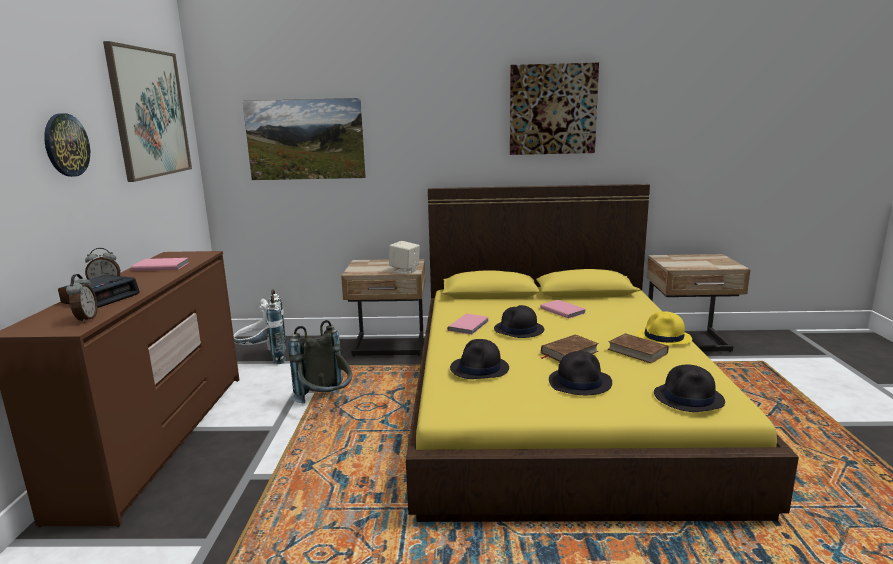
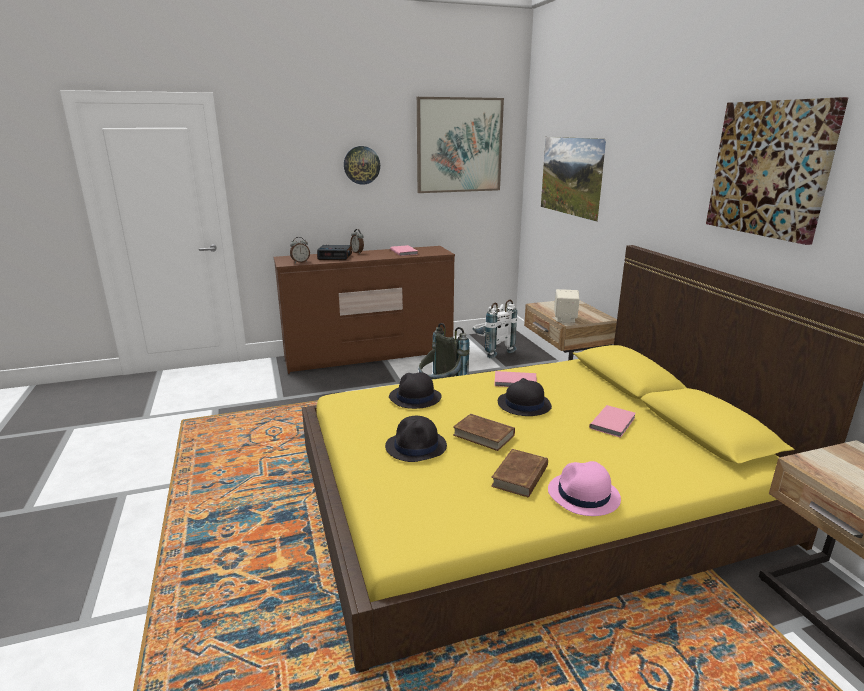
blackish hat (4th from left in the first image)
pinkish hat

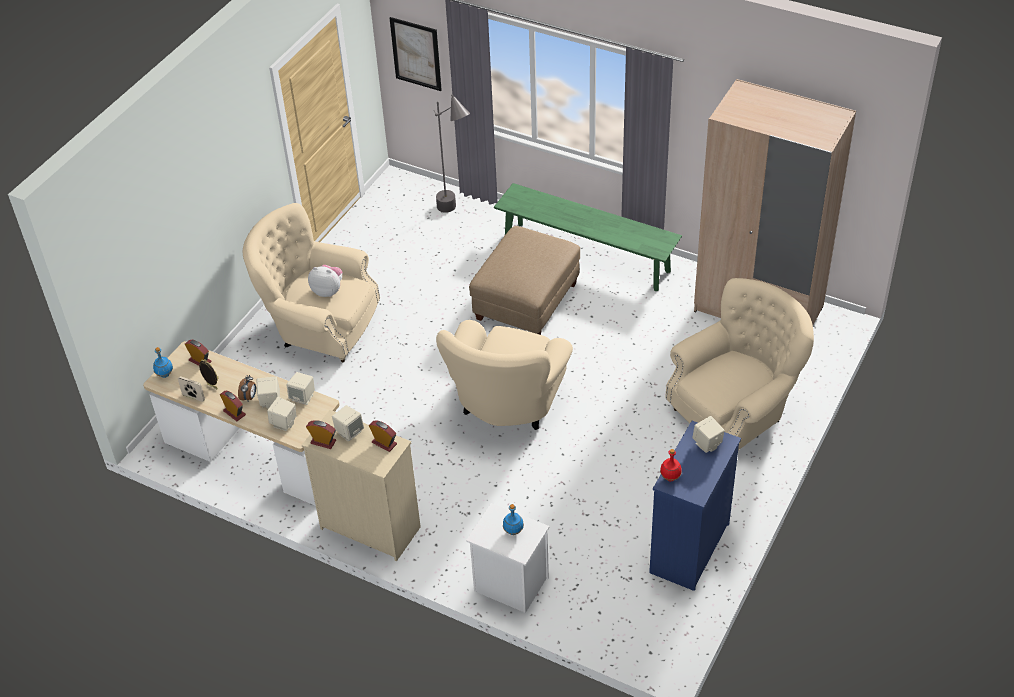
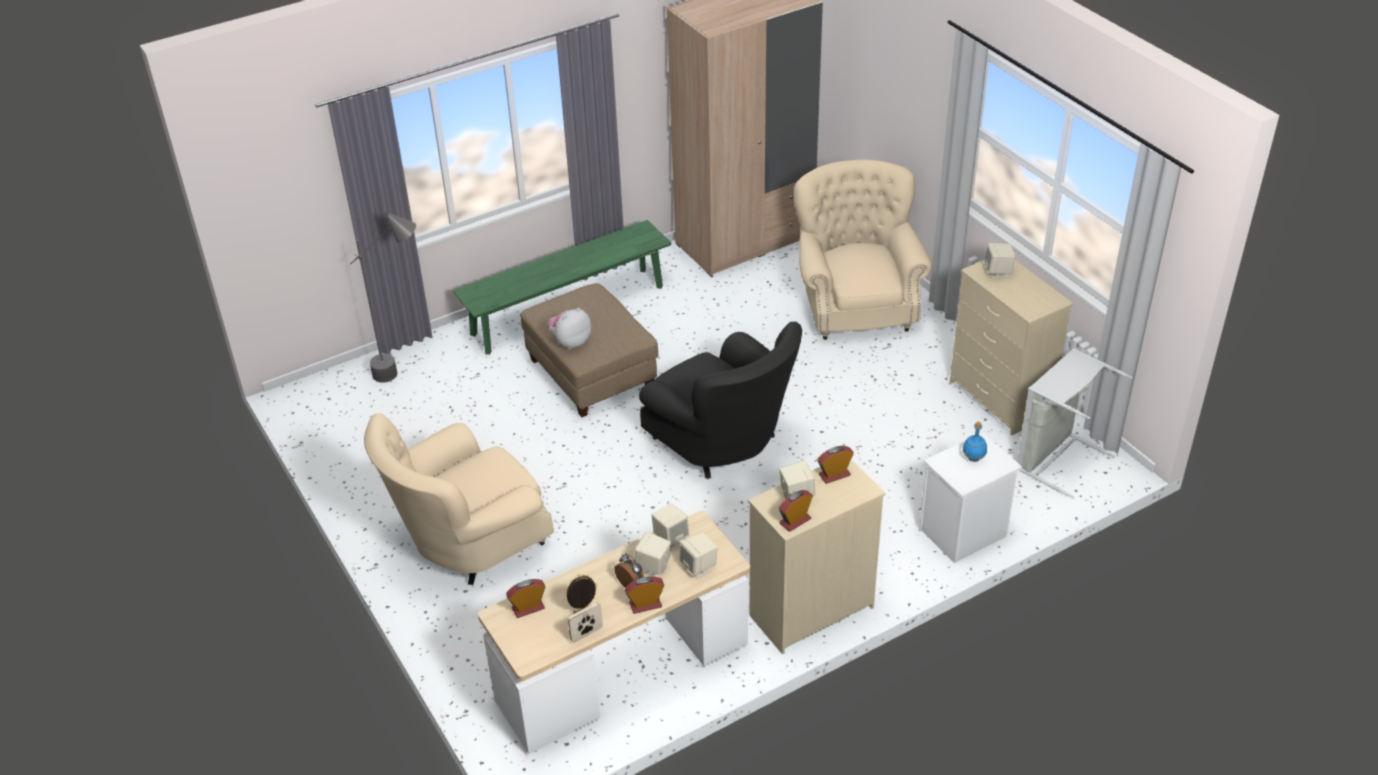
bluish bottle (1st from left in the first image)
picture
red bottle
greyish laundry basket
soft toy
blackish easy chair
beige chest of drawers (2nd from left)

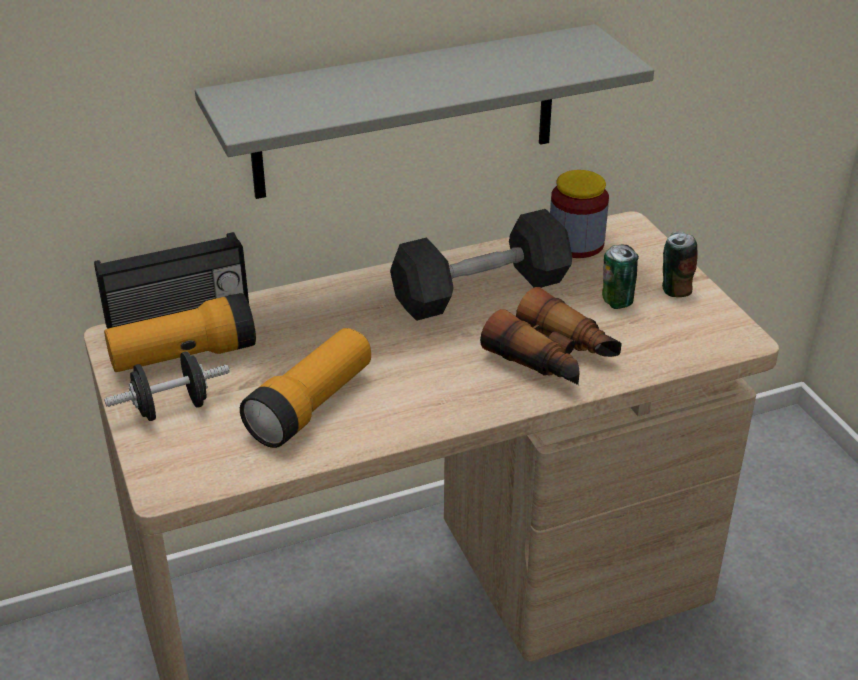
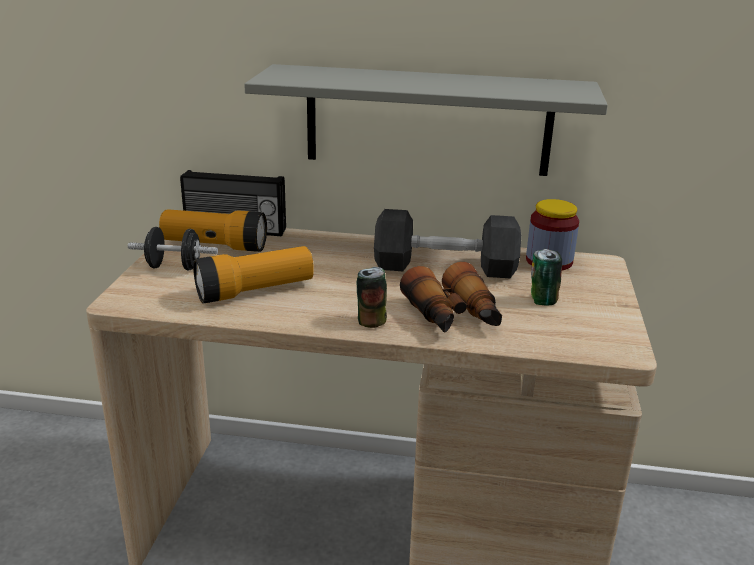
can (1st from left)

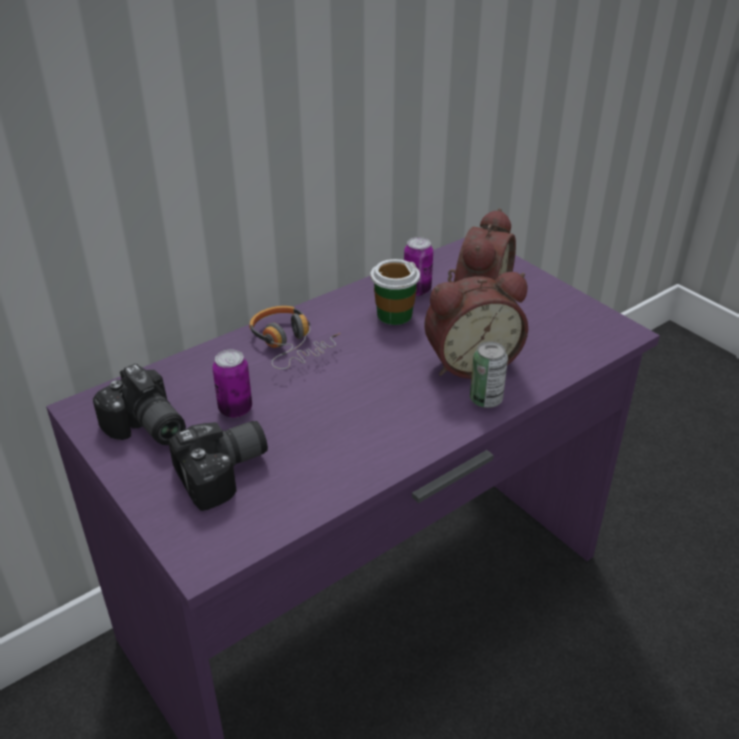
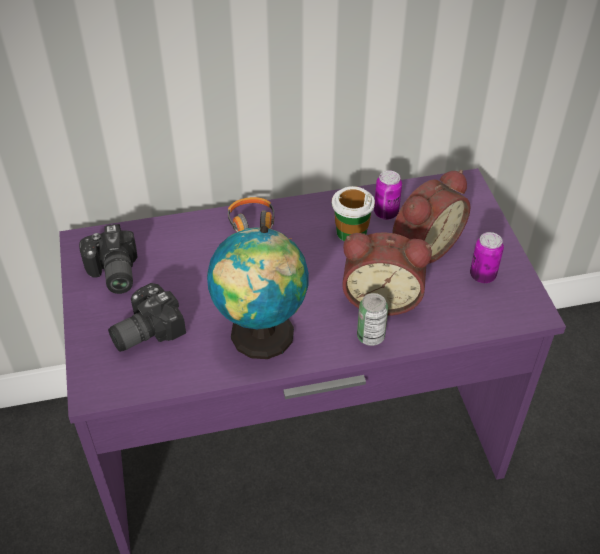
globe
can (3rd from left)
photo camera (2nd from left)

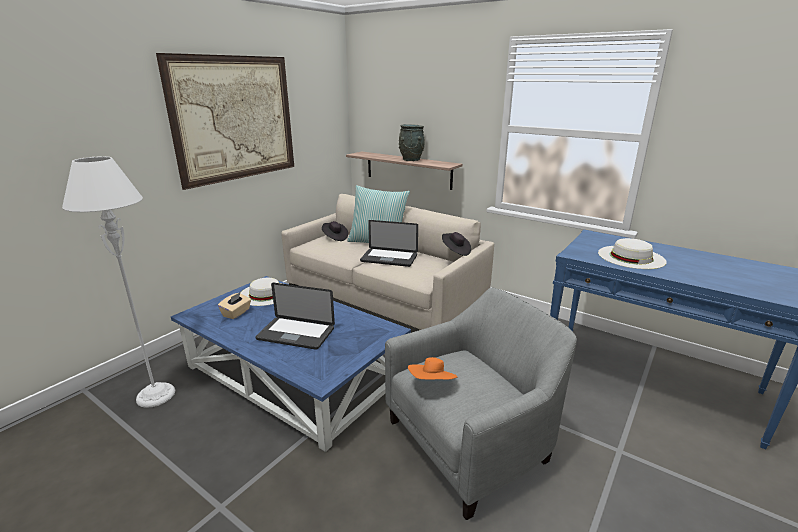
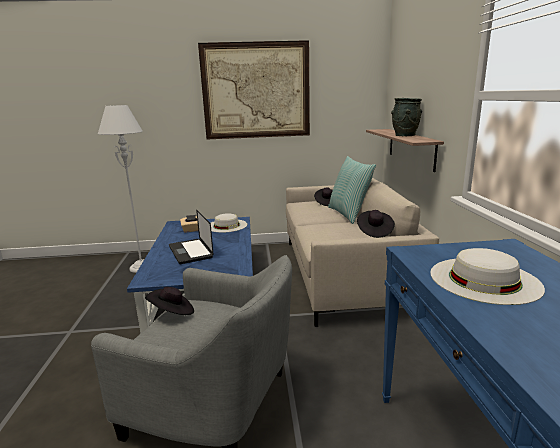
portable computer (2nd from left in the first image)
blackish hat (1st from left)

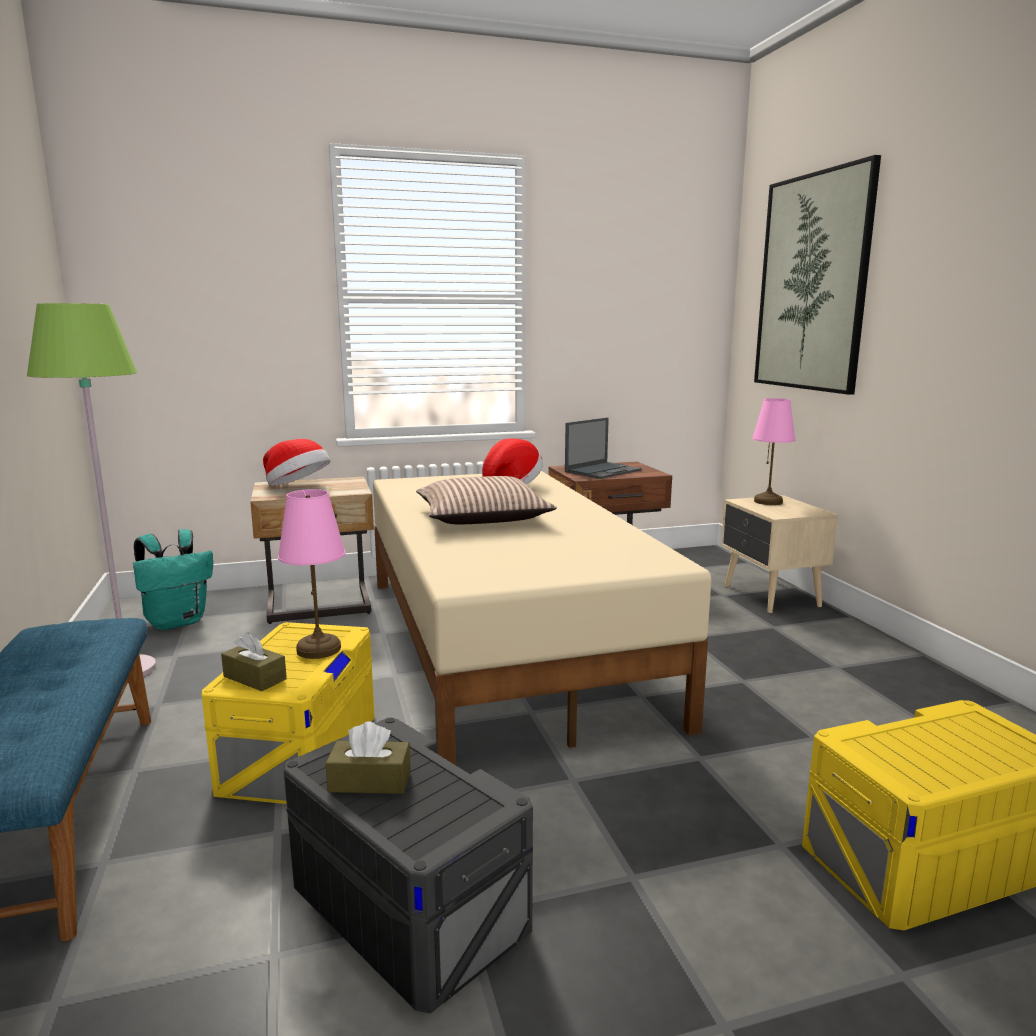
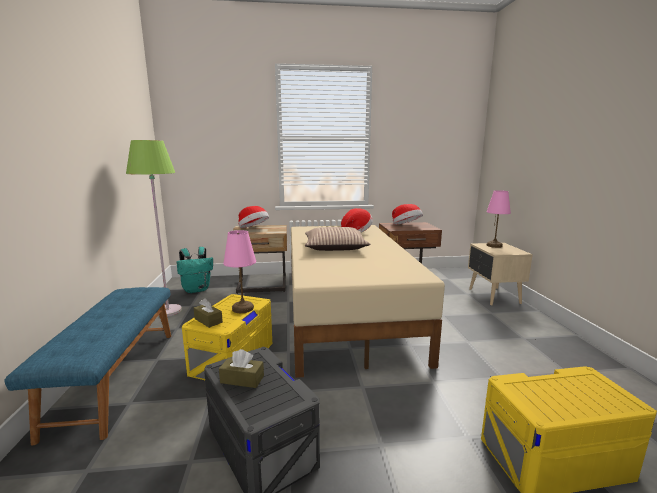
picture
hat (3rd from left)

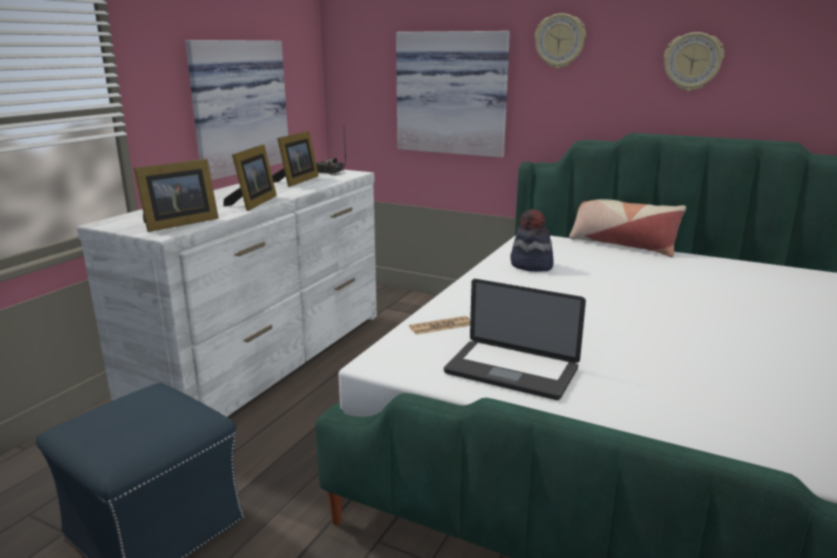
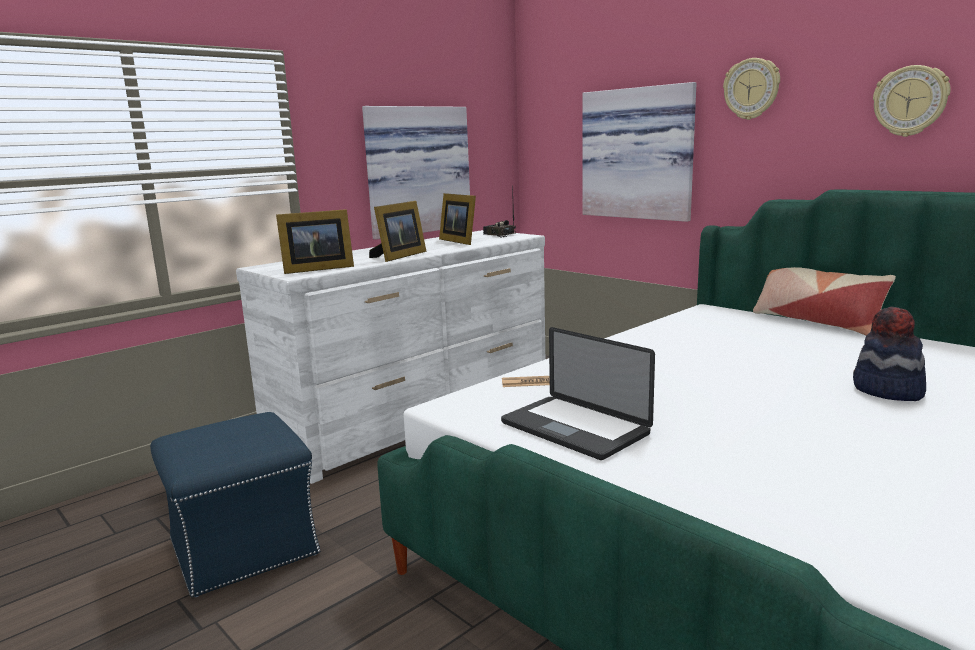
hat
photo frame (3rd from left)

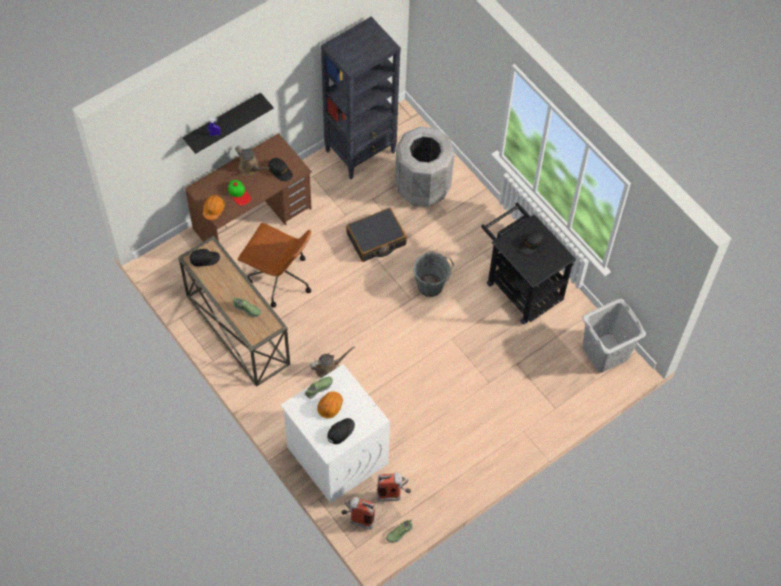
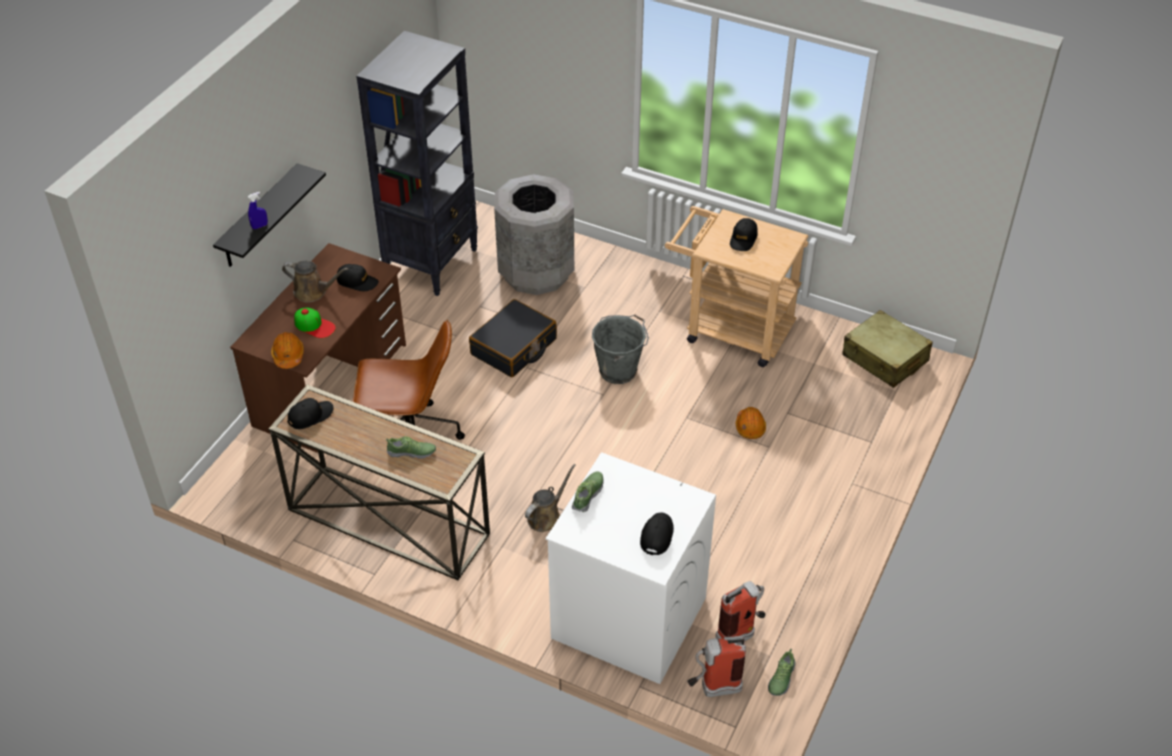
orangey safety helmet (2nd from left)
beige piece of luggage
beige cart

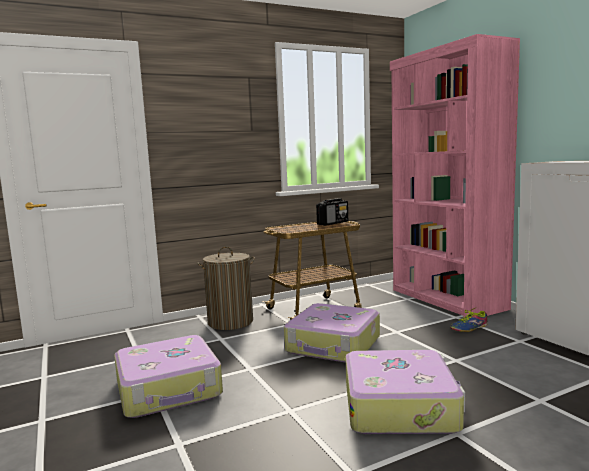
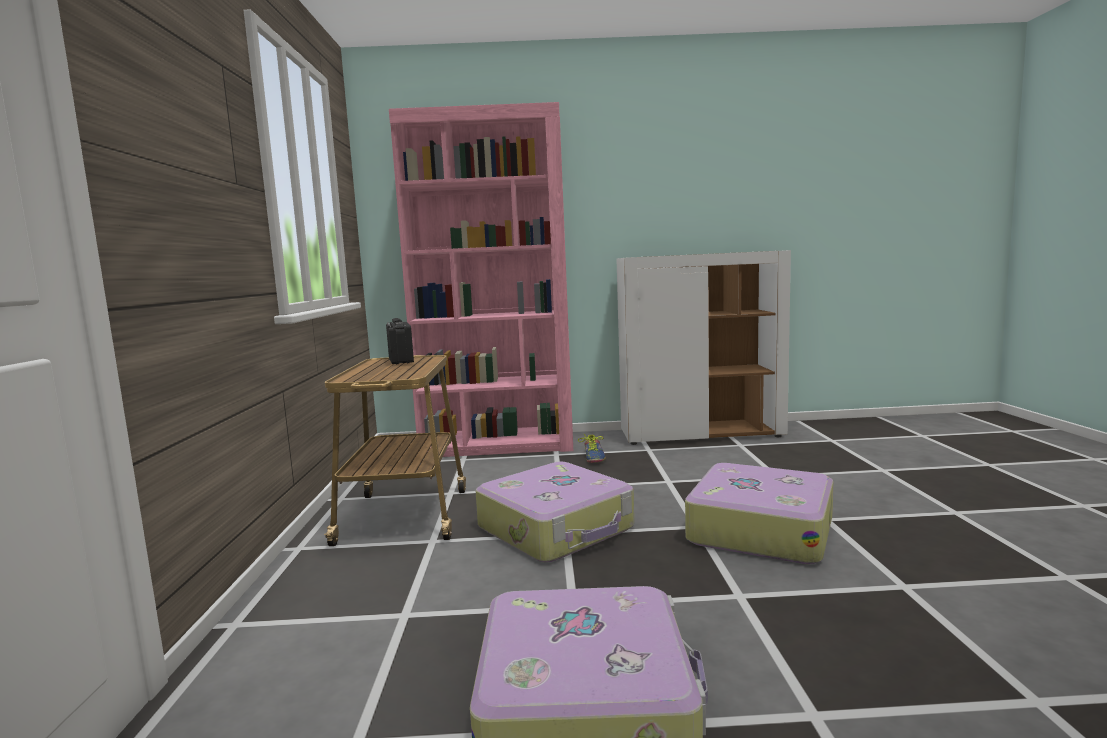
laundry basket

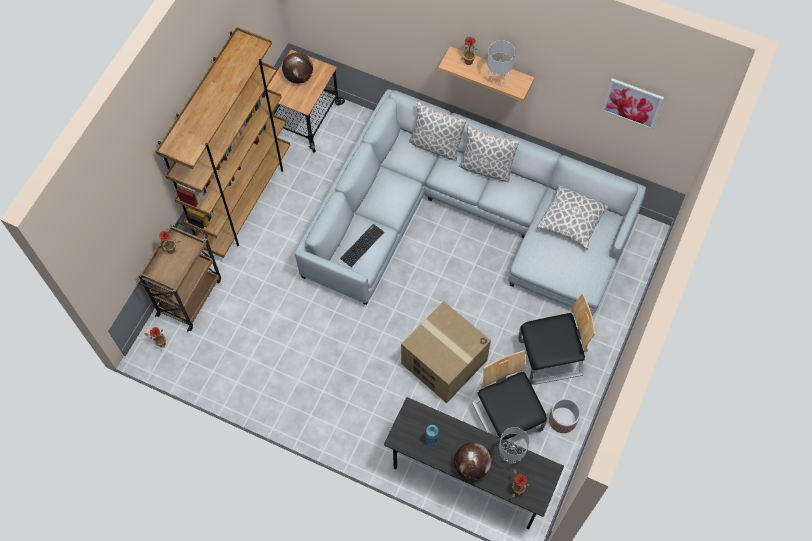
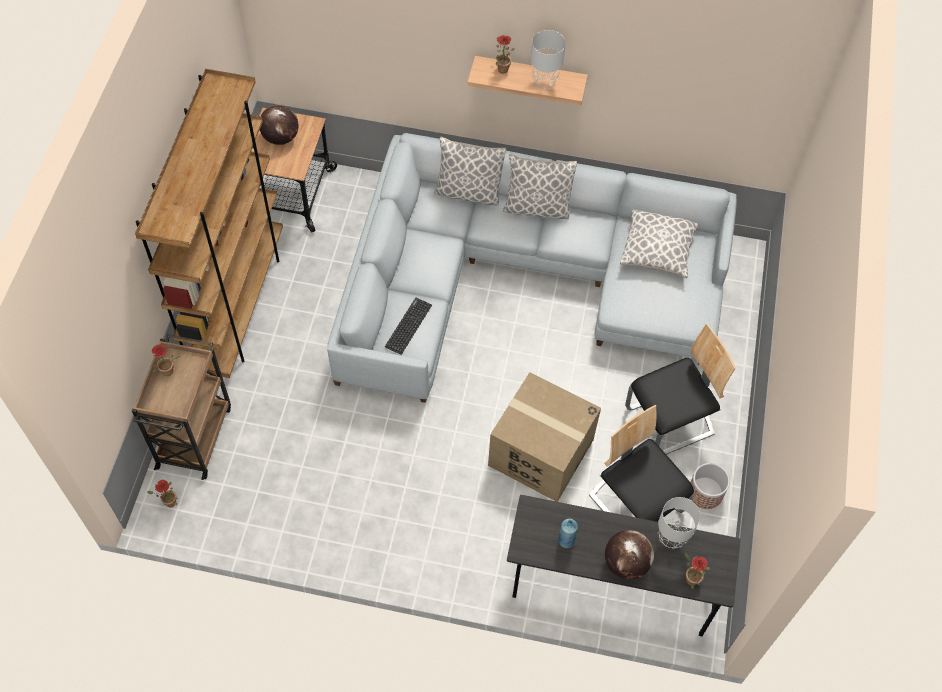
picture

